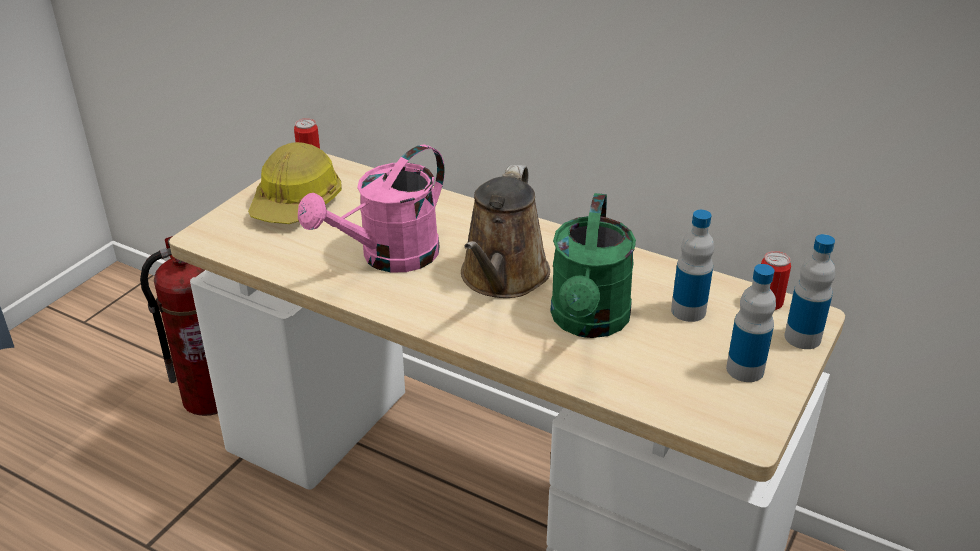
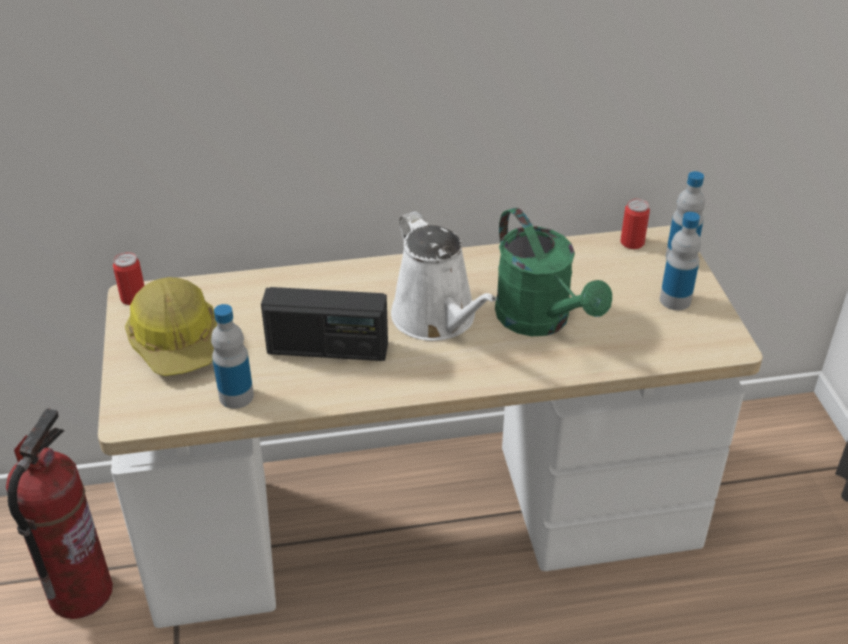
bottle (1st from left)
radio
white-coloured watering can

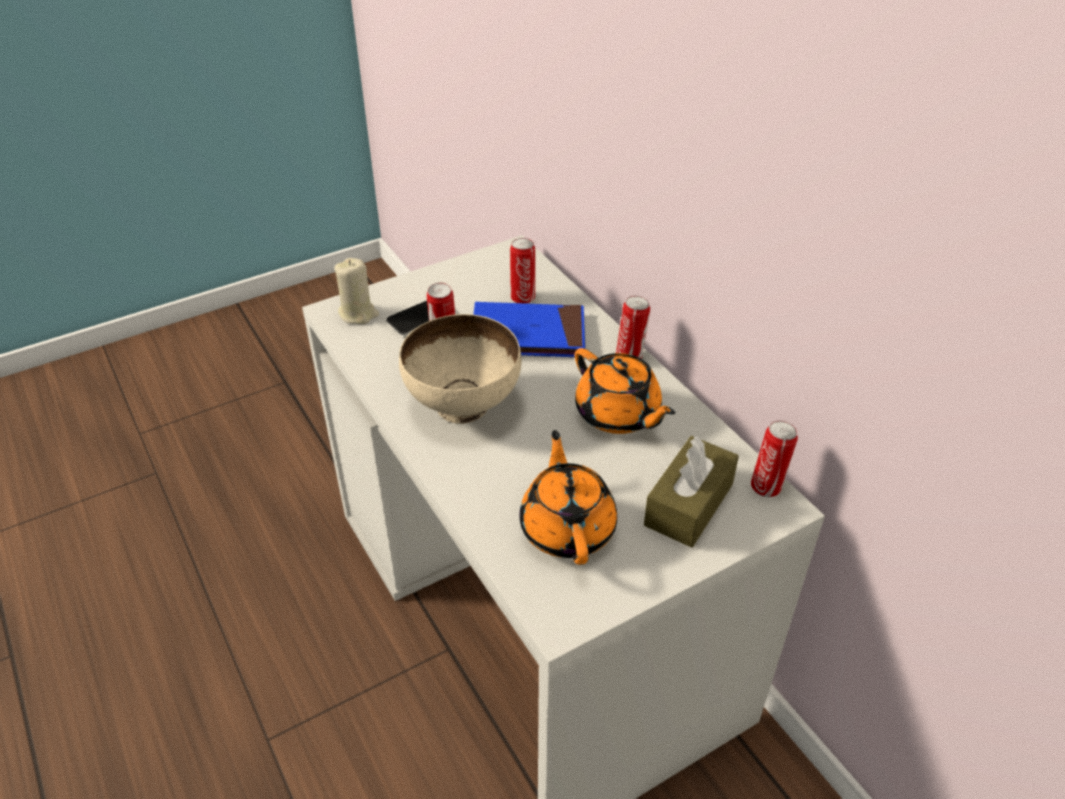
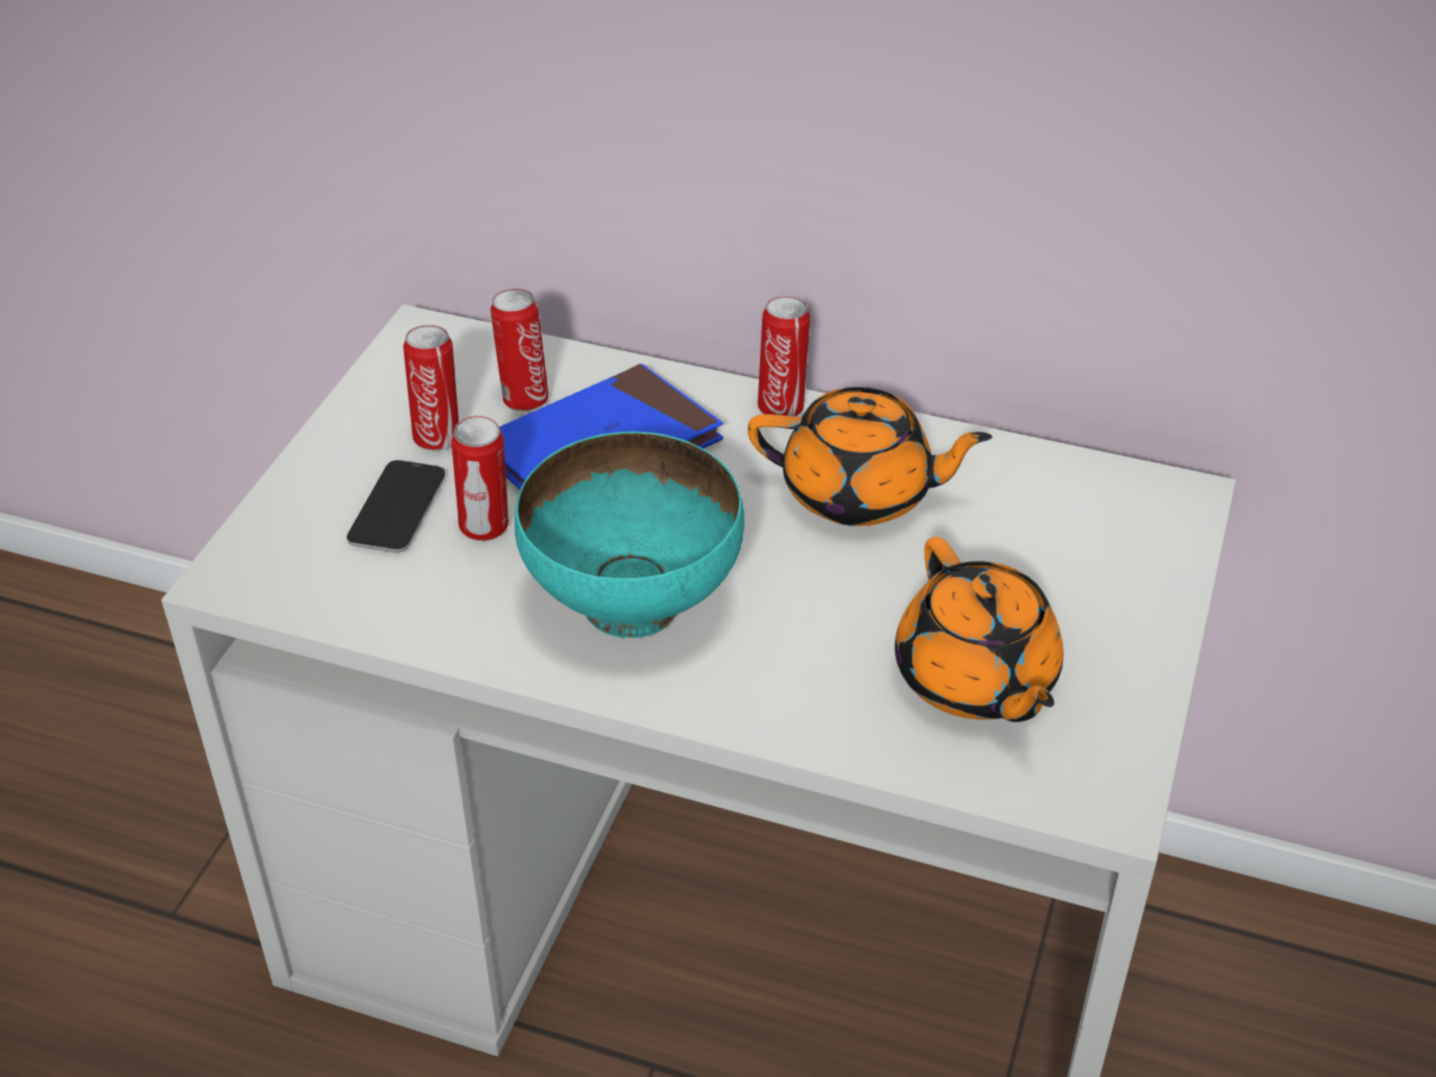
beige wax candle
brown-coloured tissue box
can (1st from left)
turquoise serving bowl
orangey tea pot (2nd from left)

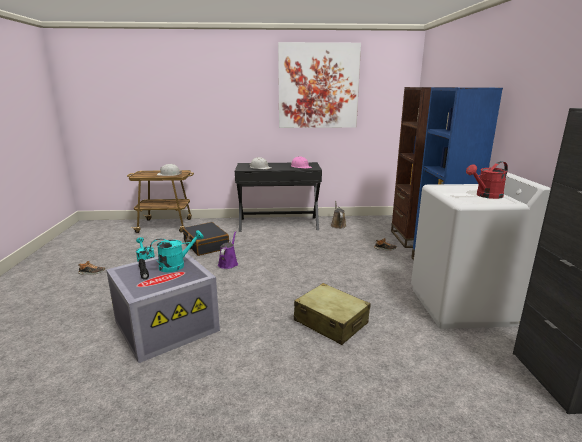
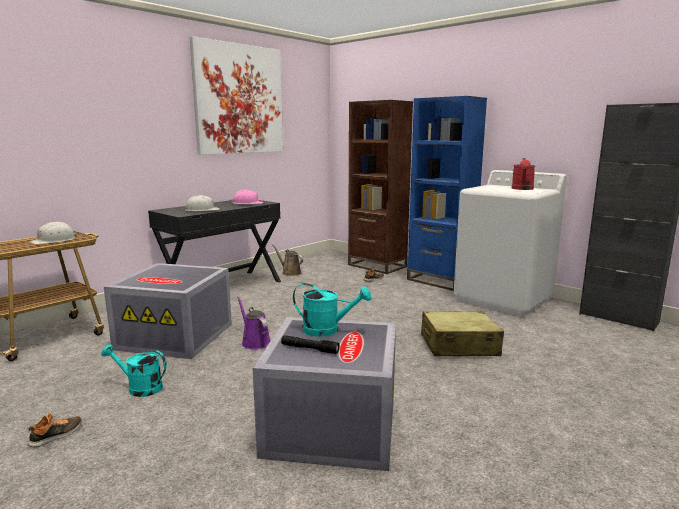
greyish storage box (1st from left)
turquoise watering can (2nd from left)

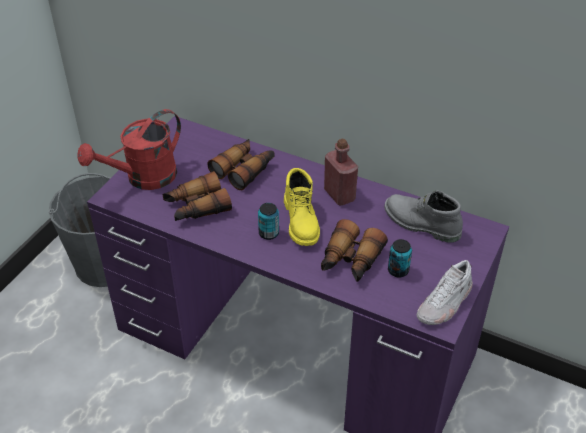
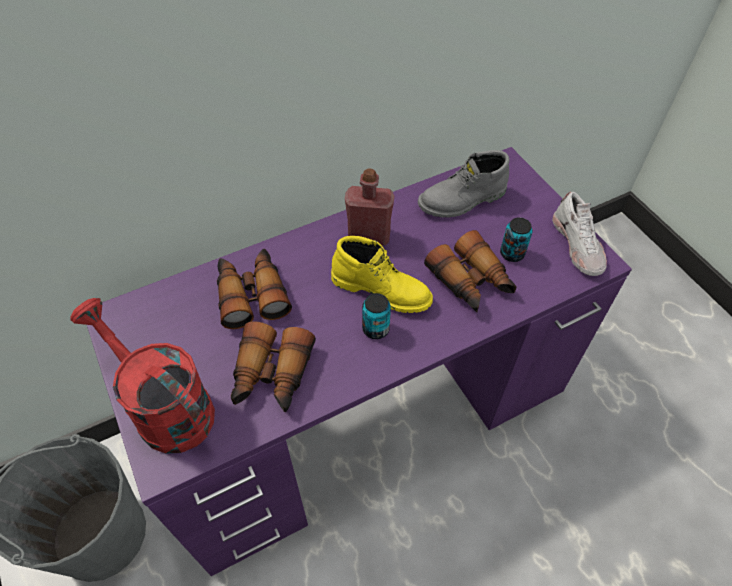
red watering can

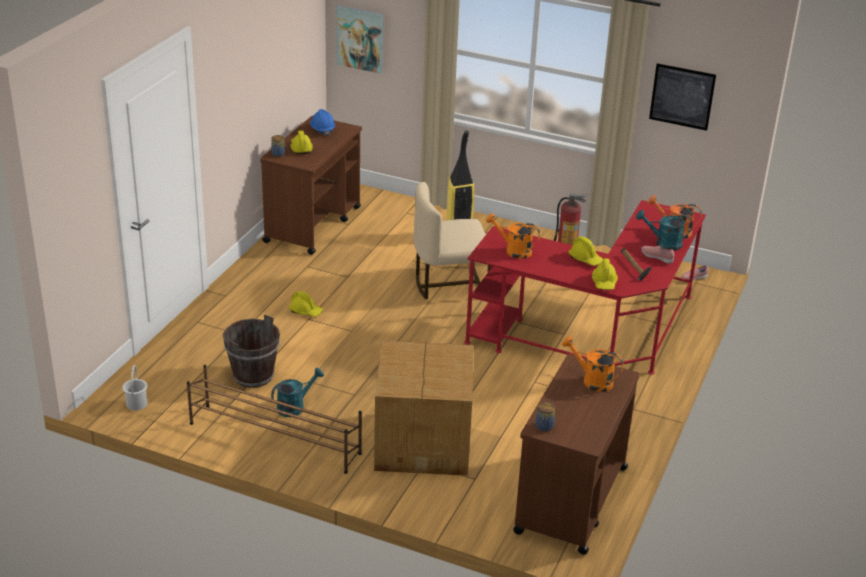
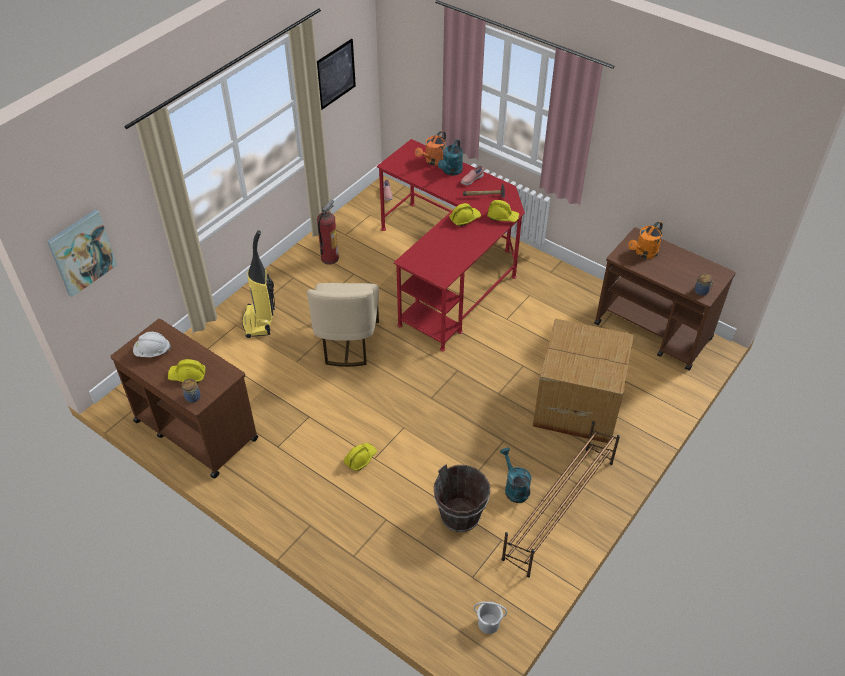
orangey watering can (1st from left in the first image)
white-coloured safety helmet

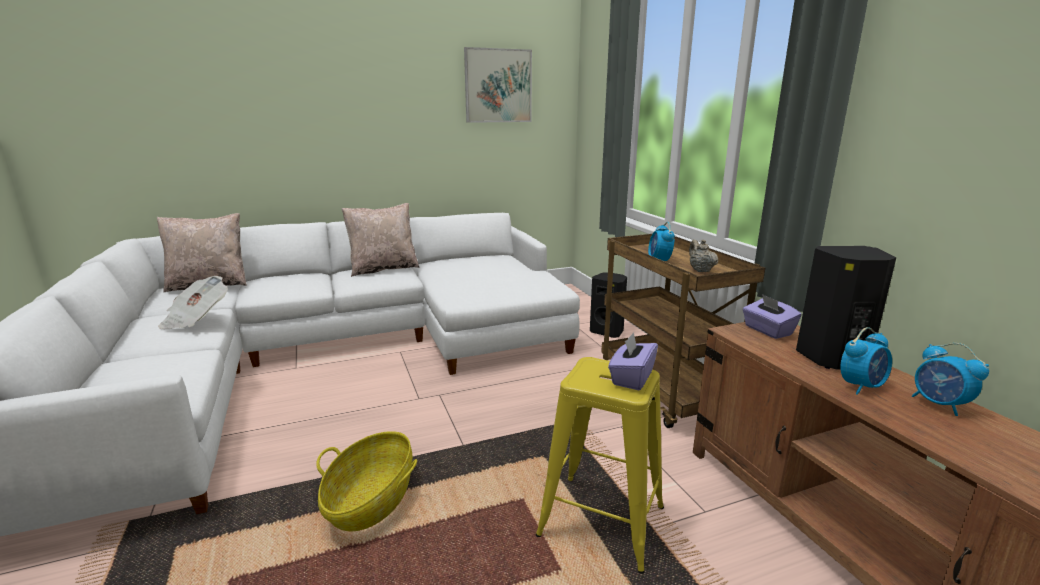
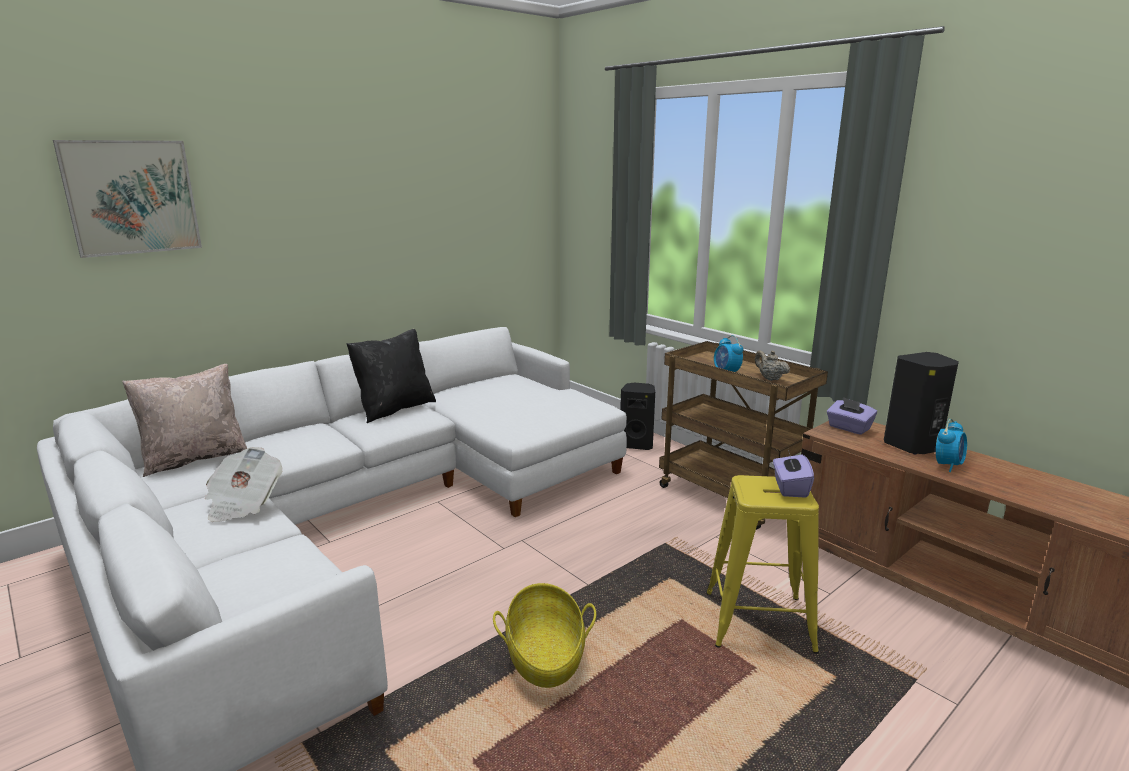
alarm clock (3rd from left in the first image)
picture
blackish throw pillow

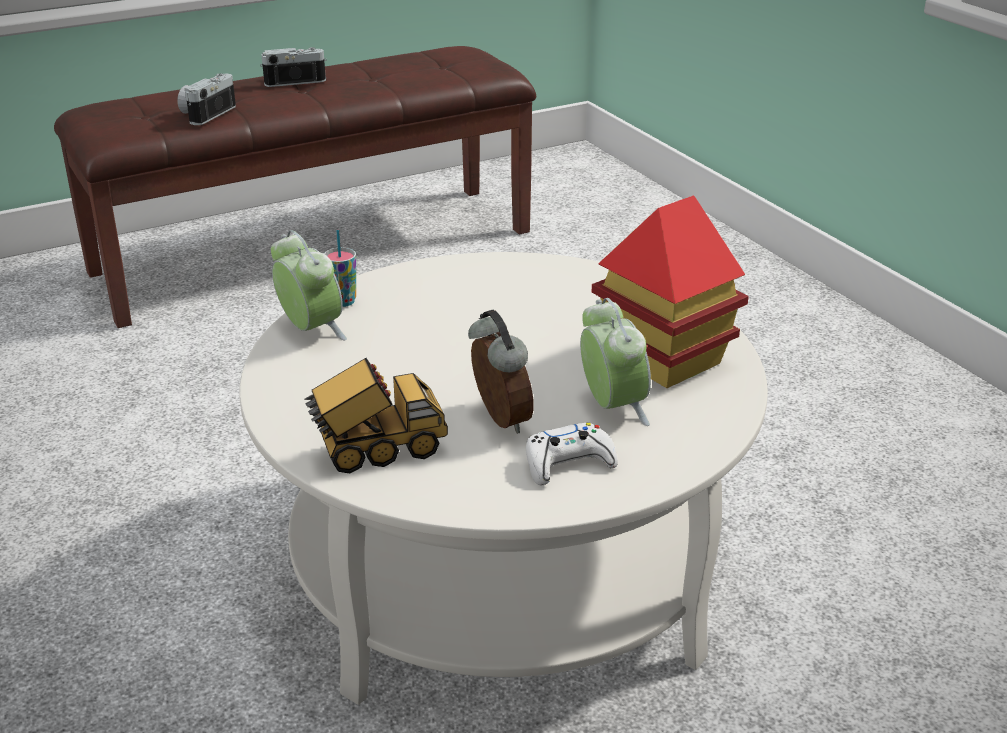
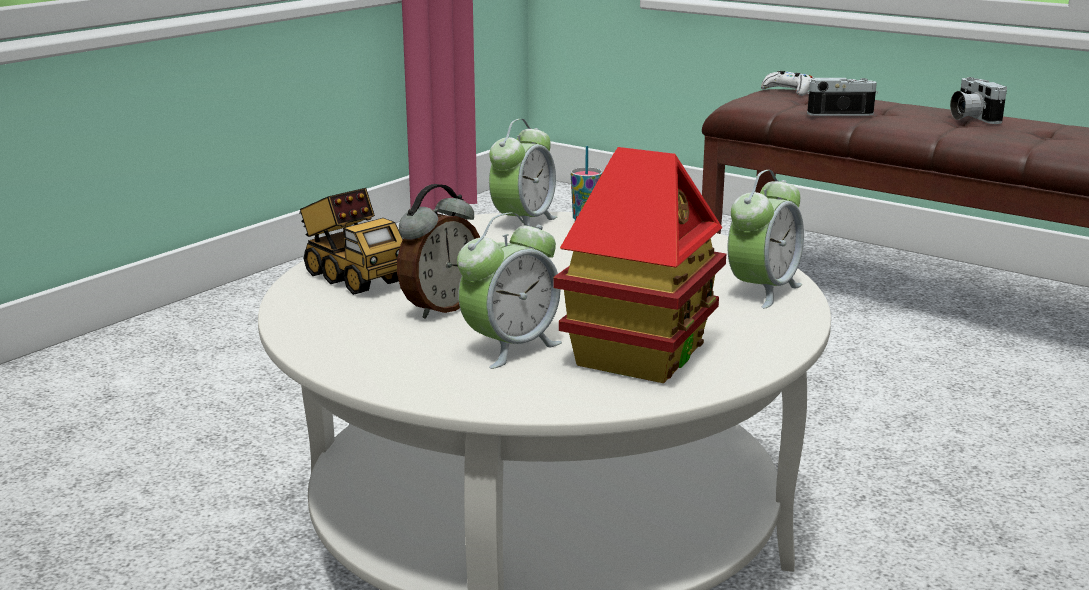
alarm clock (4th from left)
white-coloured game controller
photo camera (2nd from left)

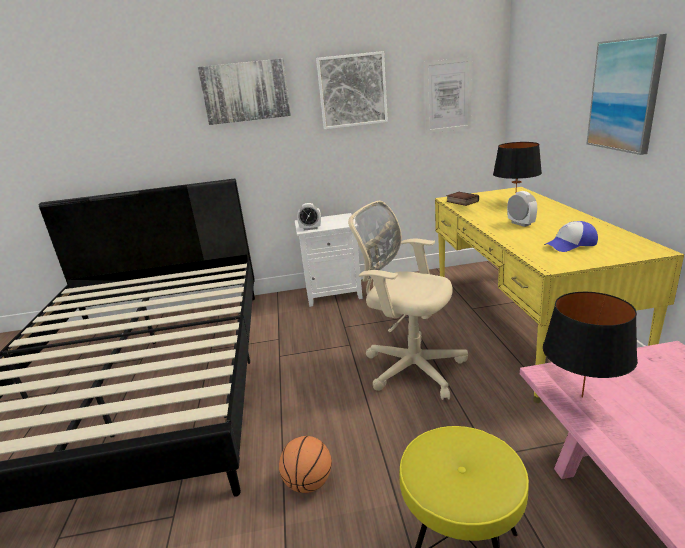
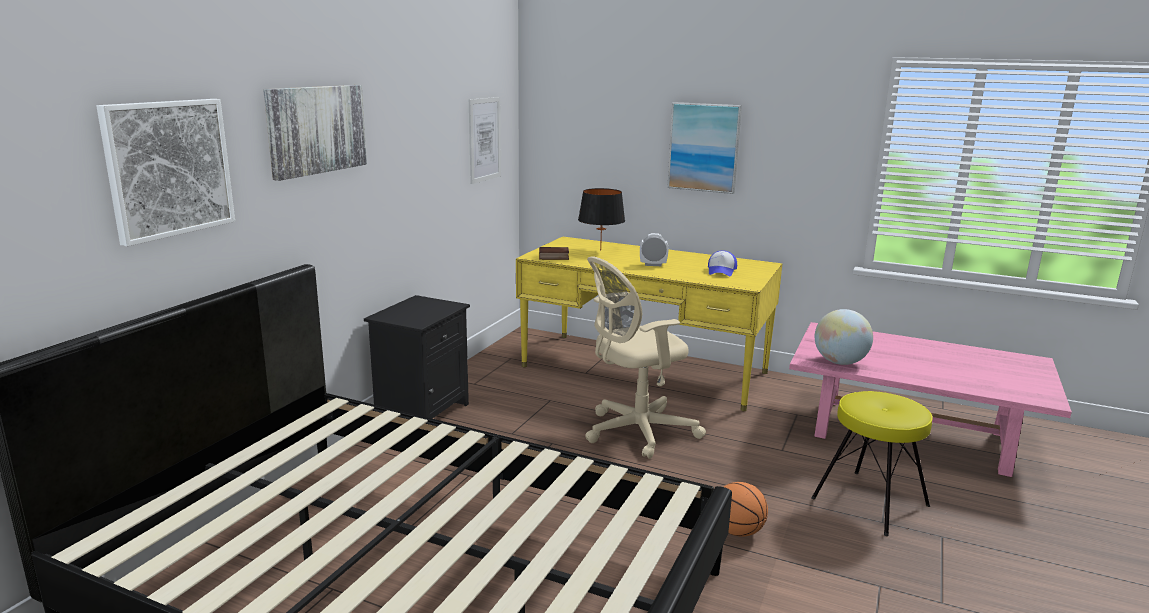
alarm clock (1st from left in the first image)
picture (1st from left)
globe
blackish bedside table

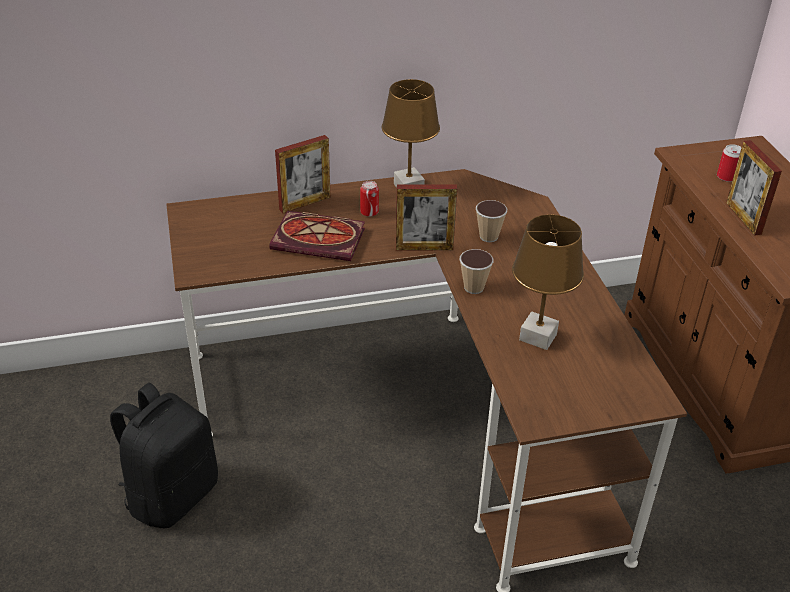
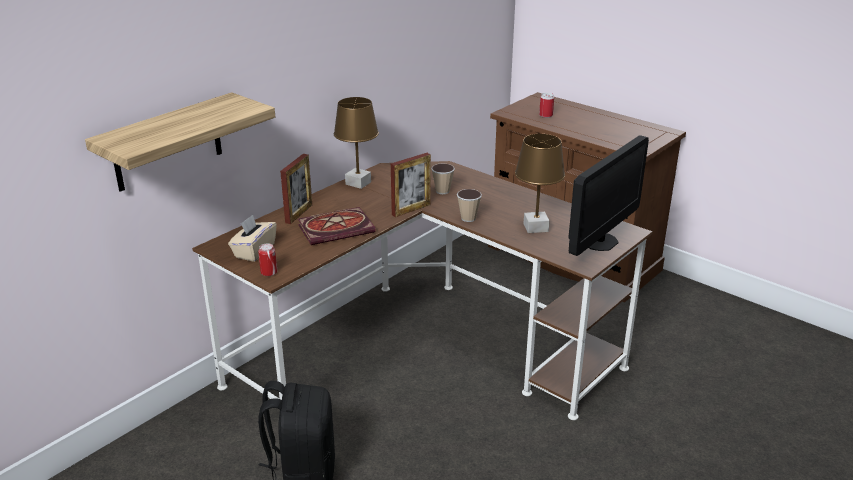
photo frame (3rd from left in the first image)
shelf
beige tissue box
monitor
can (1st from left)

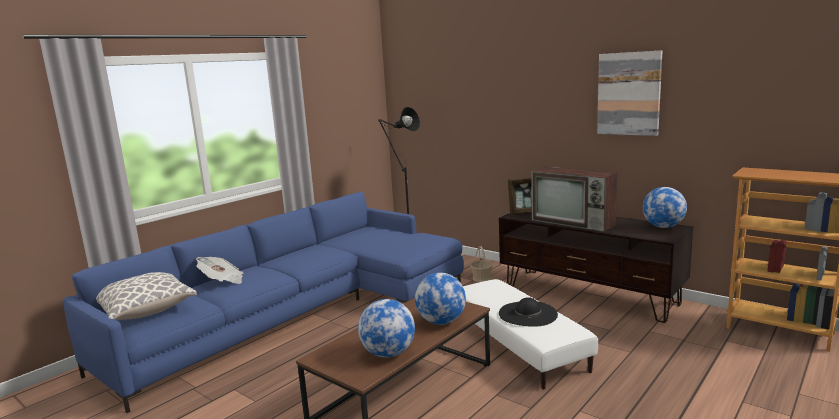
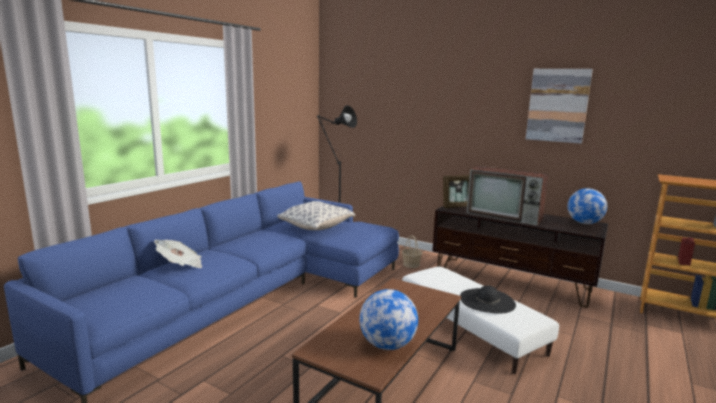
globe (2nd from left in the first image)
throw pillow

